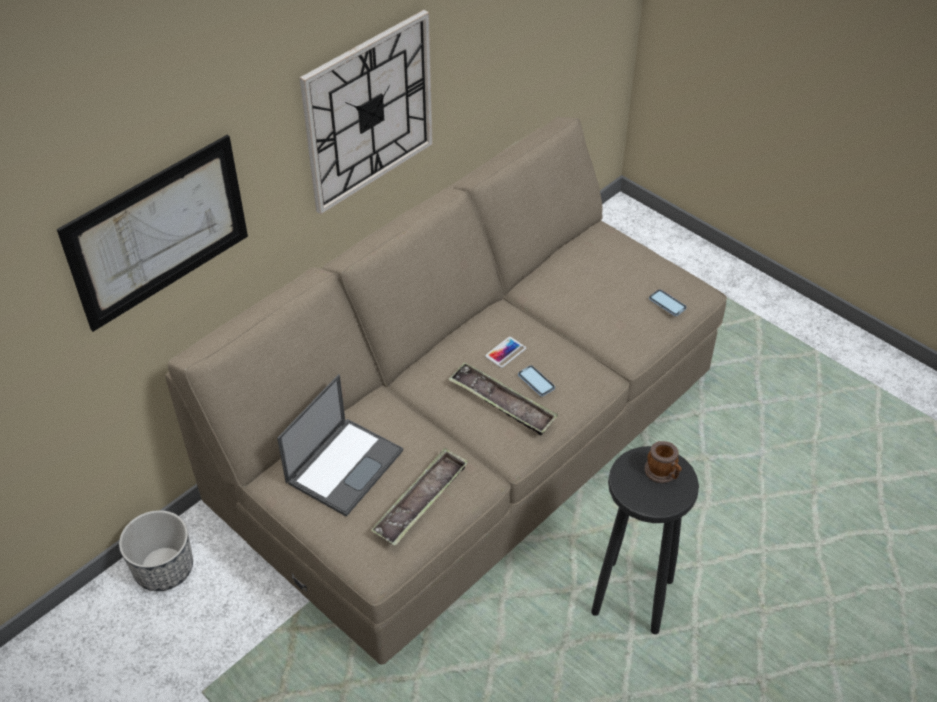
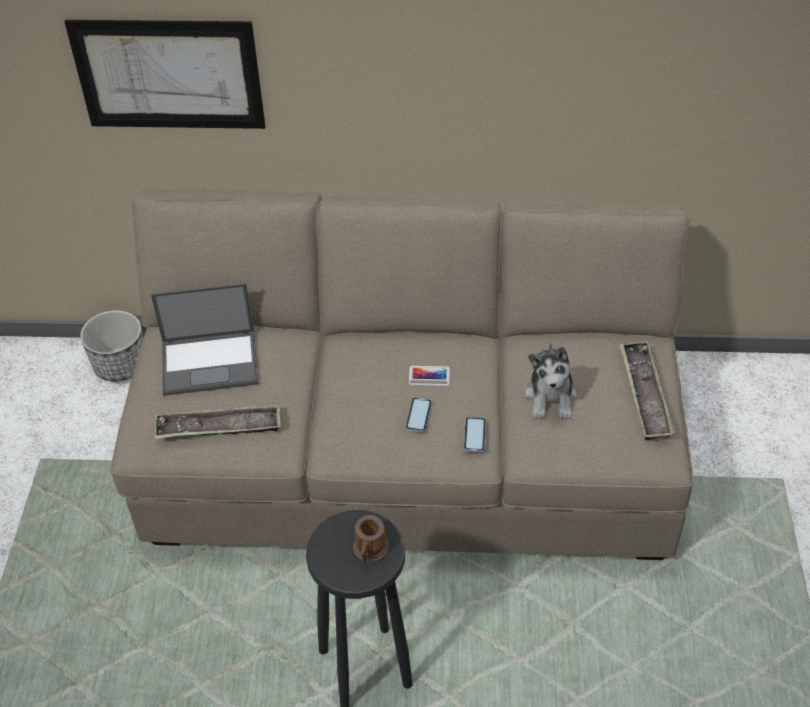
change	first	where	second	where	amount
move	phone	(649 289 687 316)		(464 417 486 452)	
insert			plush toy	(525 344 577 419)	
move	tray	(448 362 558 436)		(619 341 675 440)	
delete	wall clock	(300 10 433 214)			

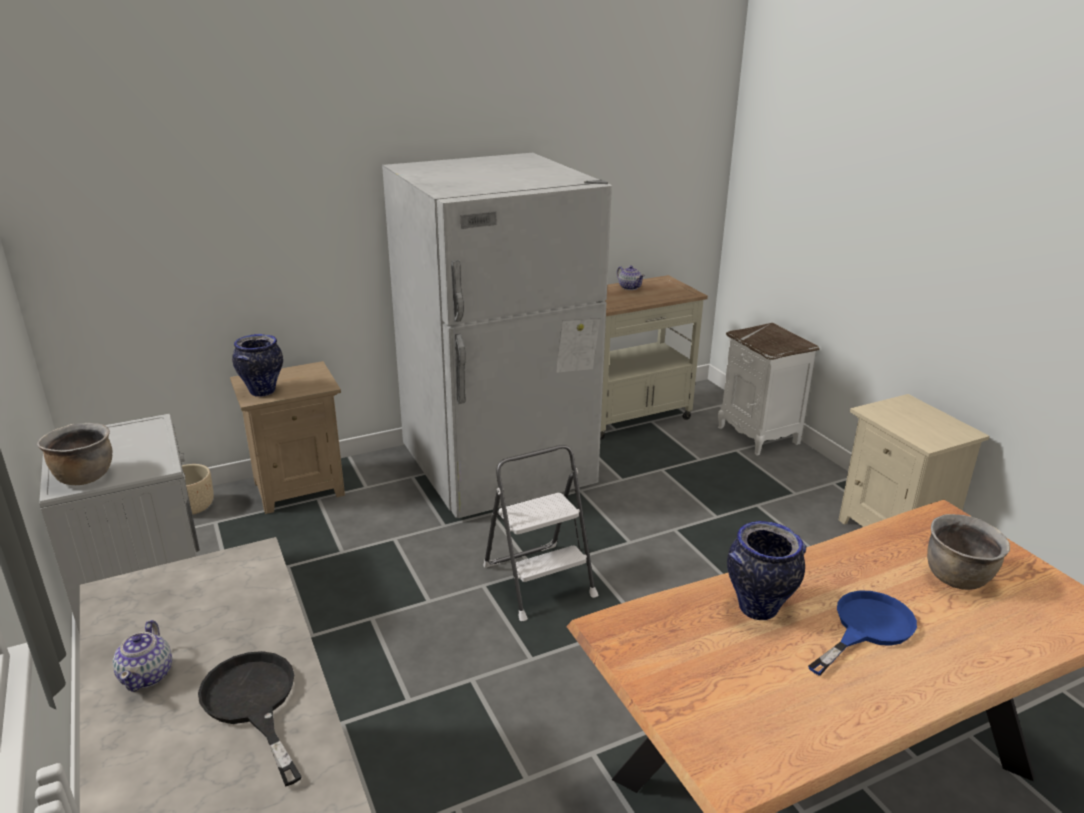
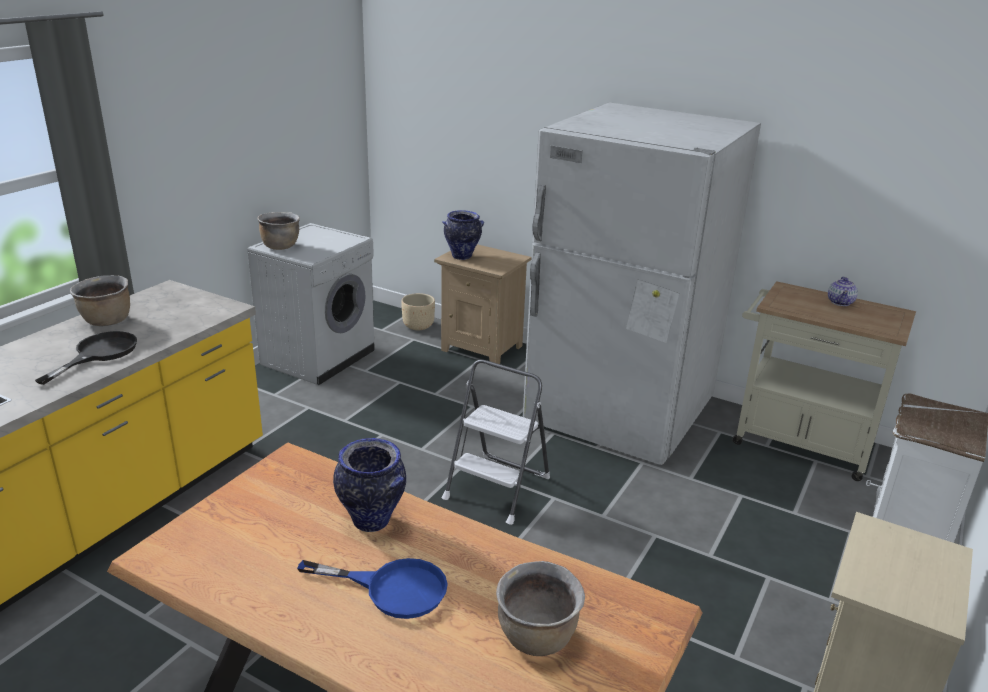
change	first	where	second	where	amount
replace	teapot	(113 620 172 692)	brown cooking pot	(70 275 130 326)	

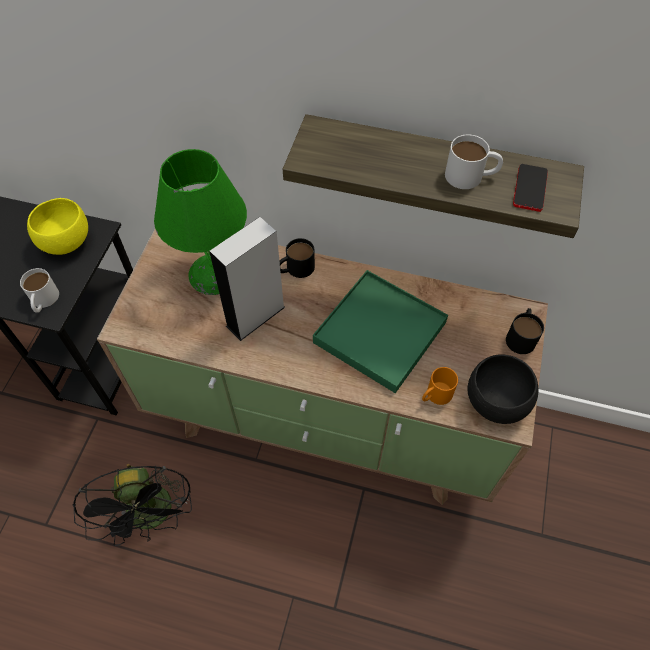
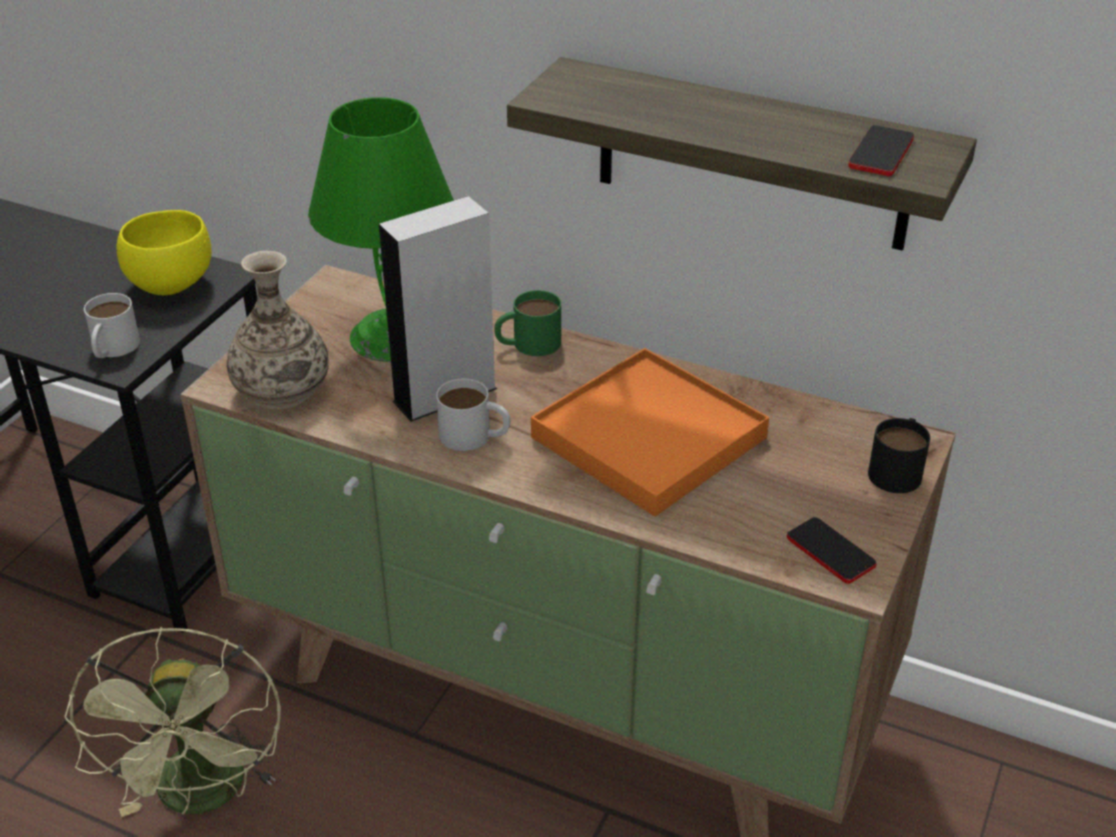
change	first	where	second	where	amount
recolor	black fan	(73 464 192 546)	green fan	(64 627 281 817)	
insert			vase	(227 251 329 410)	
move	white mug	(445 134 503 189)		(436 379 510 451)	
recolor	black mug	(280 238 315 278)	green mug	(494 290 561 356)	
recolor	green tray	(313 270 448 393)	orange tray	(531 348 769 517)	
replace	black bowl	(467 354 538 424)	phone	(787 517 877 584)	
delete	orange mug	(422 367 458 405)			

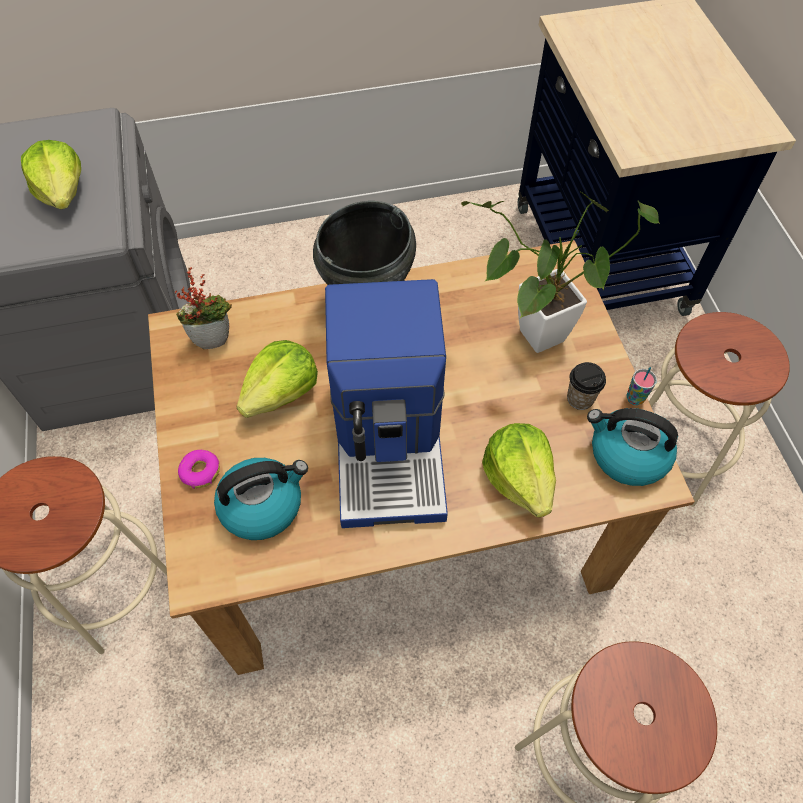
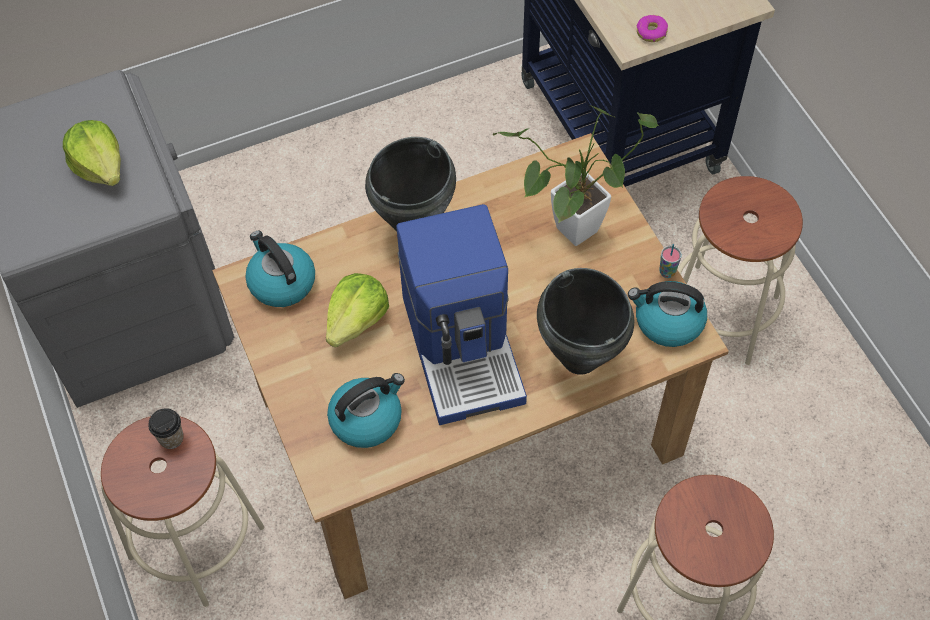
change	first	where	second	where	amount
move	cup	(567 362 606 410)		(148 408 184 449)	
replace	potted plant	(175 267 232 349)	kettle	(245 231 315 307)	
replace	lettuce	(482 423 556 518)	black cooking pot	(537 268 634 375)	
move	donut	(178 450 220 489)		(637 15 668 42)	

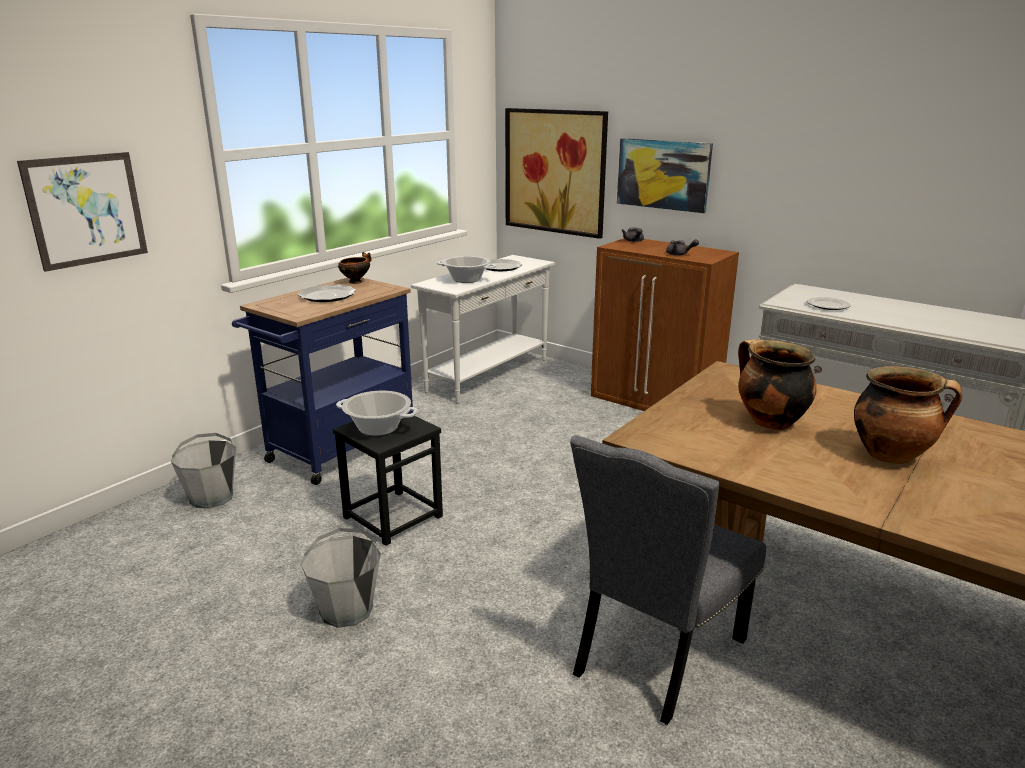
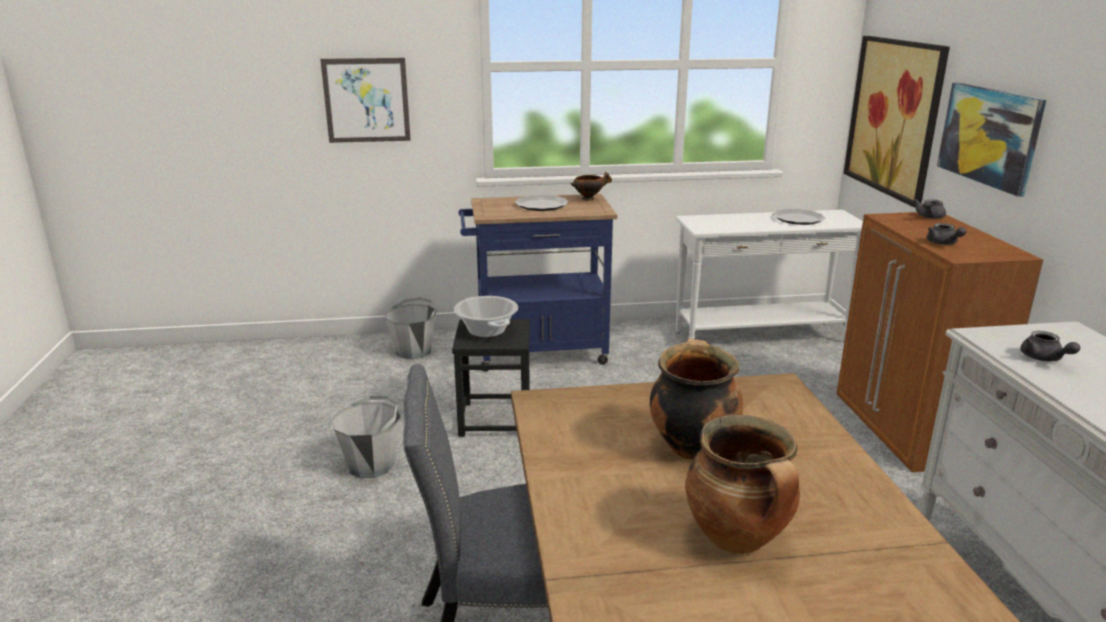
change	first	where	second	where	amount
replace	plate	(807 297 851 310)	grey teapot	(1021 331 1080 362)	
delete	cooking pot	(437 256 496 283)			

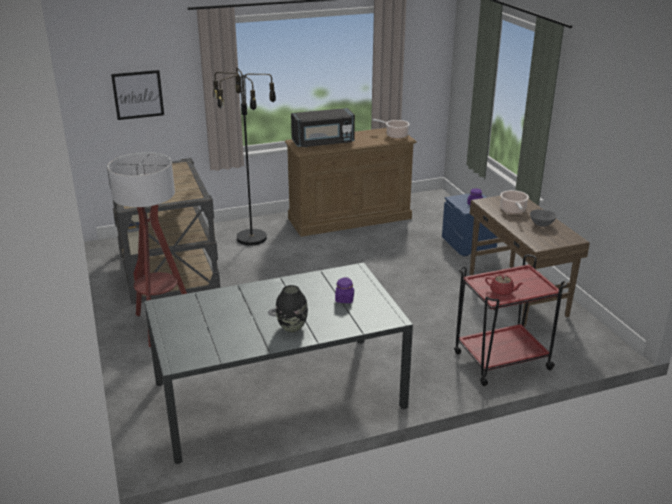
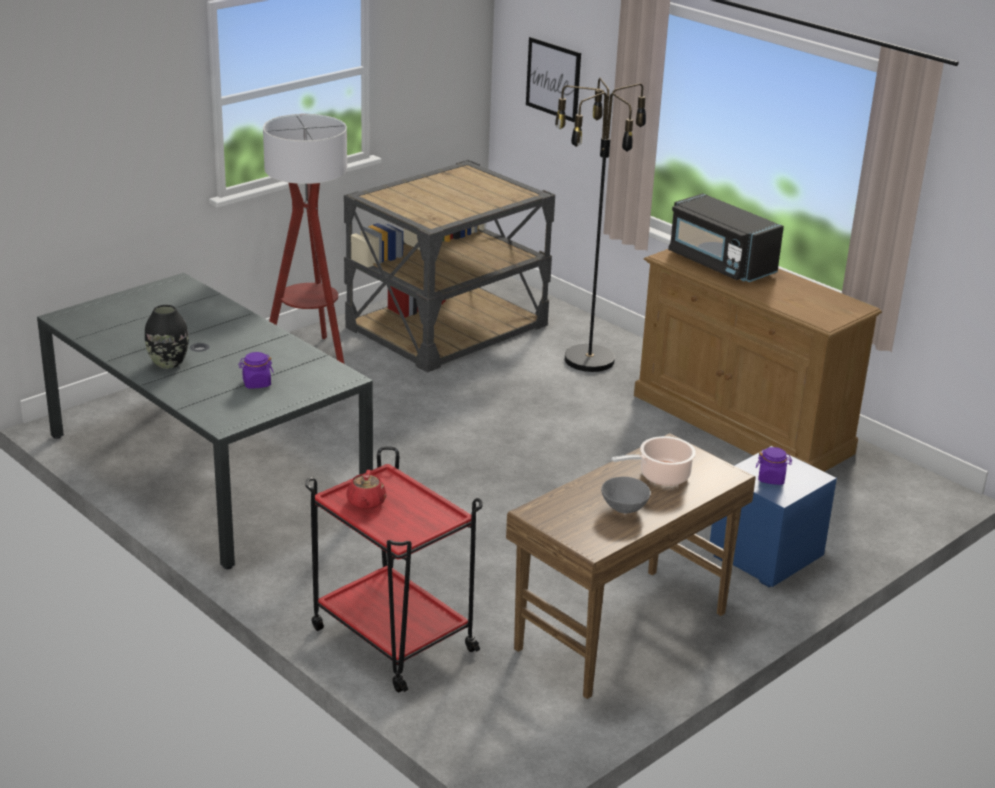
change	first	where	second	where	amount
delete	cooking pot	(373 119 410 139)			

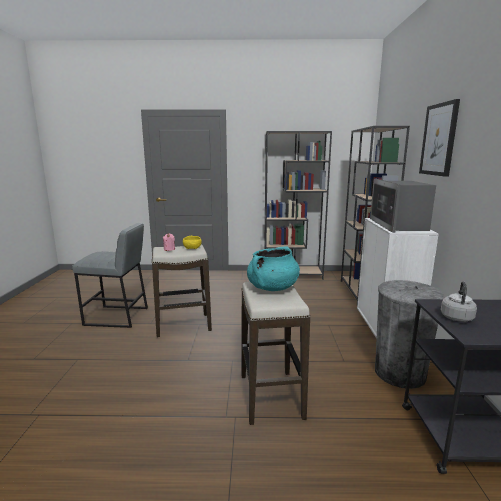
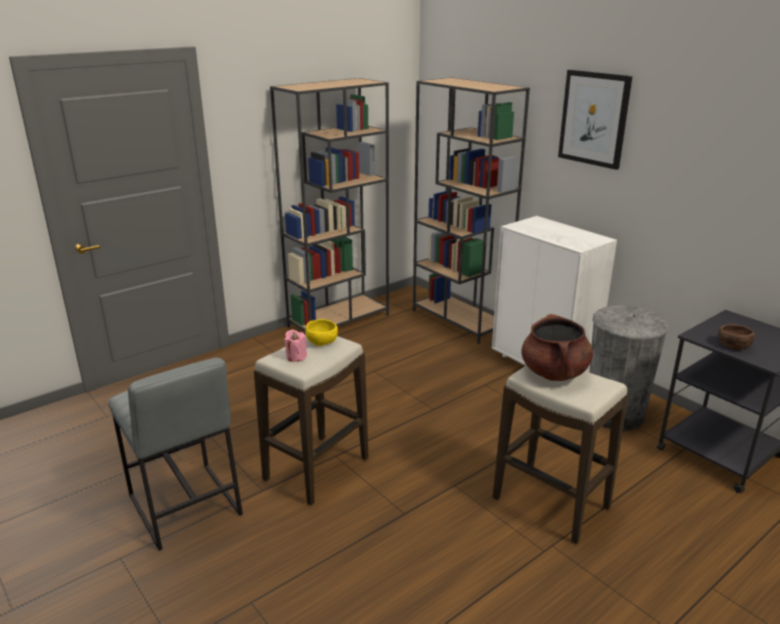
change	first	where	second	where	amount
rotate	grey chair	(72 223 148 328)		(108 358 243 551)	90 degrees clockwise
recolor	turquoise cooking pot	(247 246 300 291)	brown cooking pot	(521 314 593 381)	
replace	grey kettle	(441 281 477 322)	brown bowl	(718 324 755 351)	
delete	microwave	(370 179 436 233)			

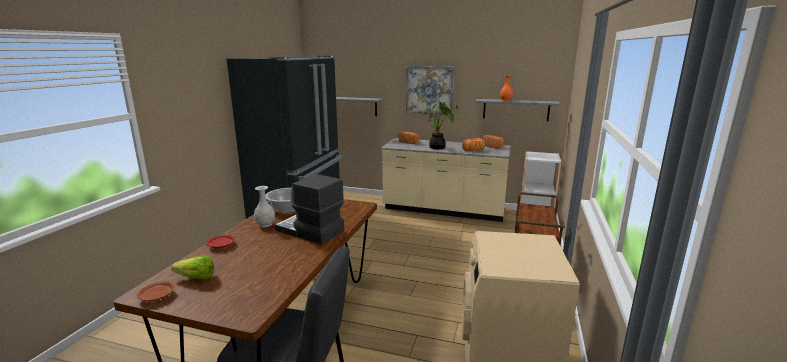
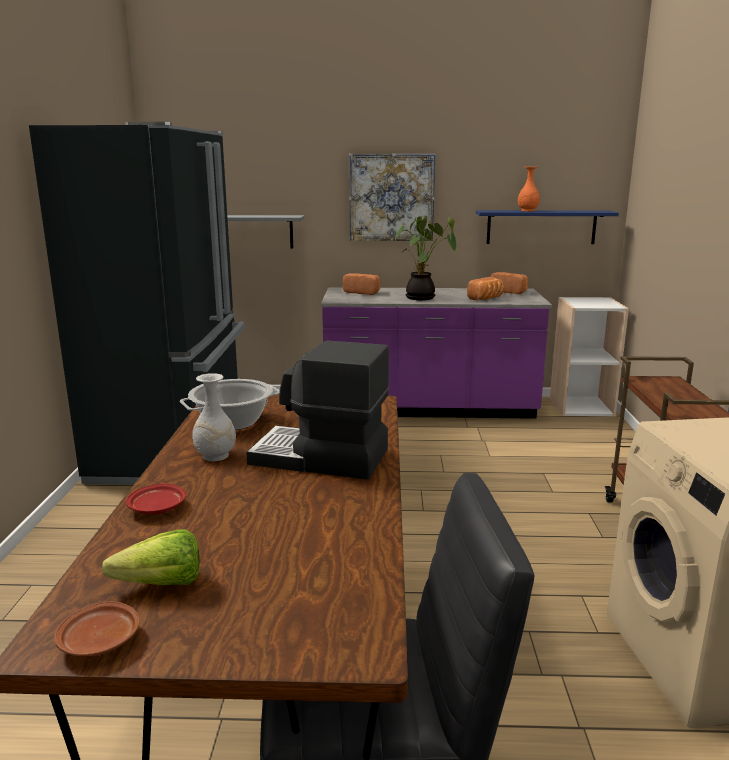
change	first	where	second	where	amount
recolor	beige counter	(381 138 511 222)	purple counter	(321 287 552 419)	
recolor	grey shelf	(475 99 560 121)	blue shelf	(476 210 619 244)	

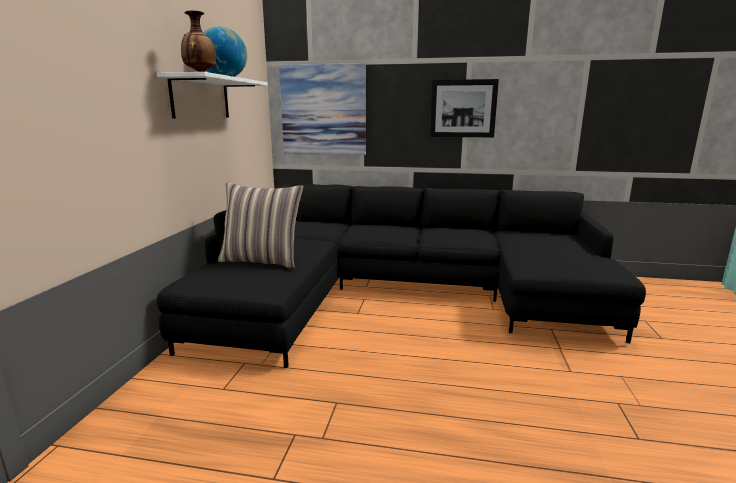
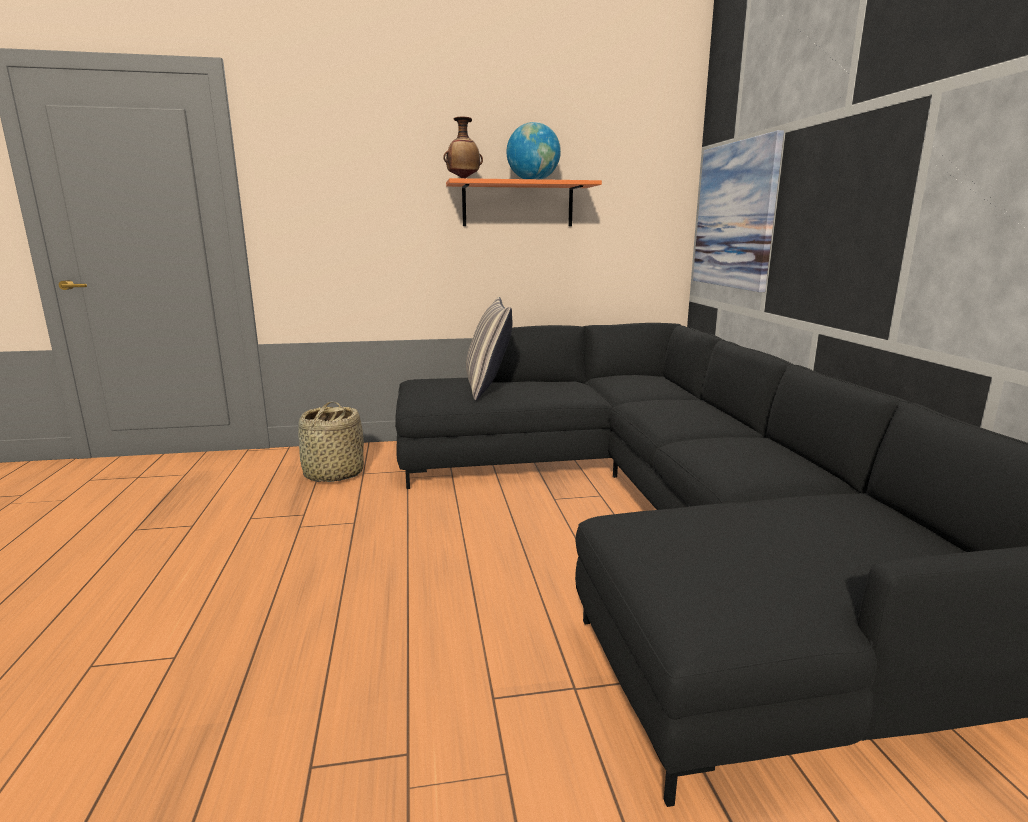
change	first	where	second	where	amount
insert			basket	(298 402 364 482)	
recolor	white shelf	(157 72 268 119)	orange shelf	(446 178 602 226)	
delete	picture	(430 79 499 137)			

